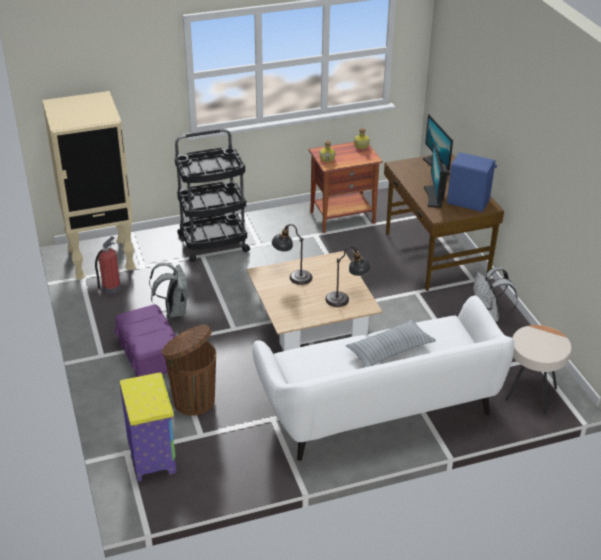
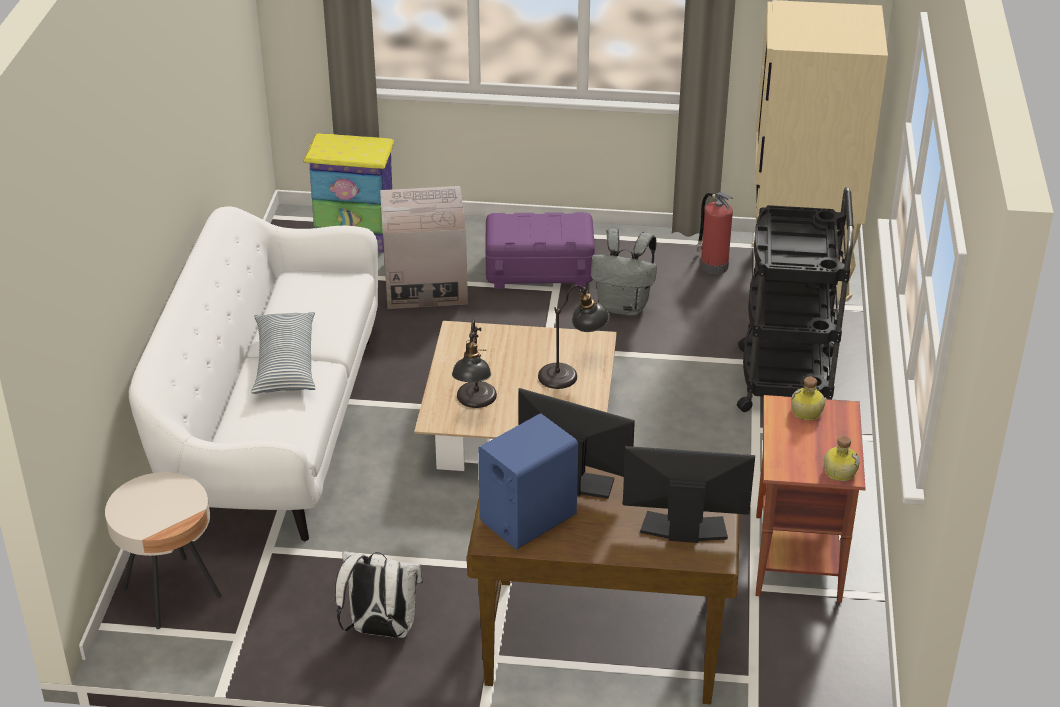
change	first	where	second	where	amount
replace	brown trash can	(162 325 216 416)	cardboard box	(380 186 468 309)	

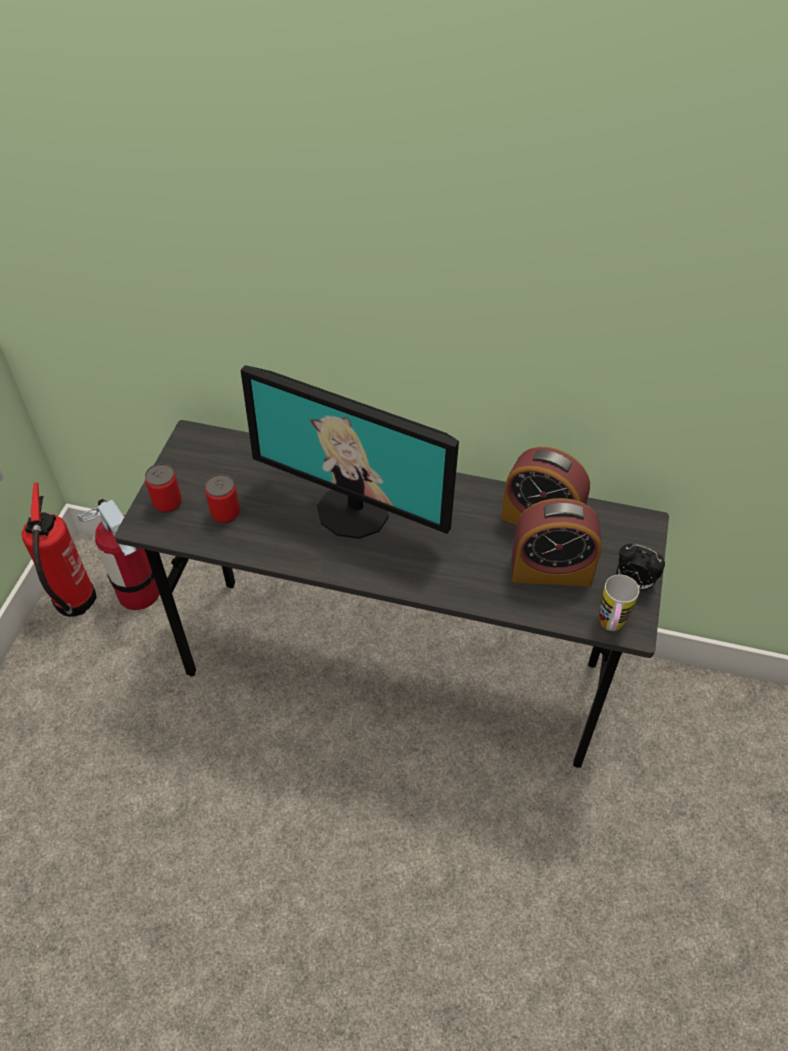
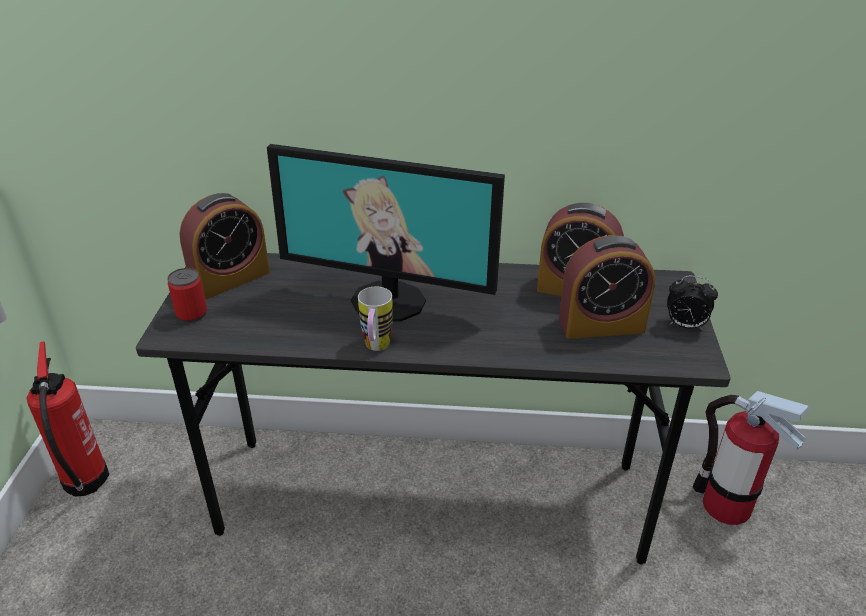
change	first	where	second	where	amount
insert			alarm clock	(179 193 270 299)	
move	mug	(600 575 639 631)		(358 286 393 351)	
move	fire extinguisher	(78 499 160 610)		(693 391 810 525)	
delete	can	(205 474 240 524)			

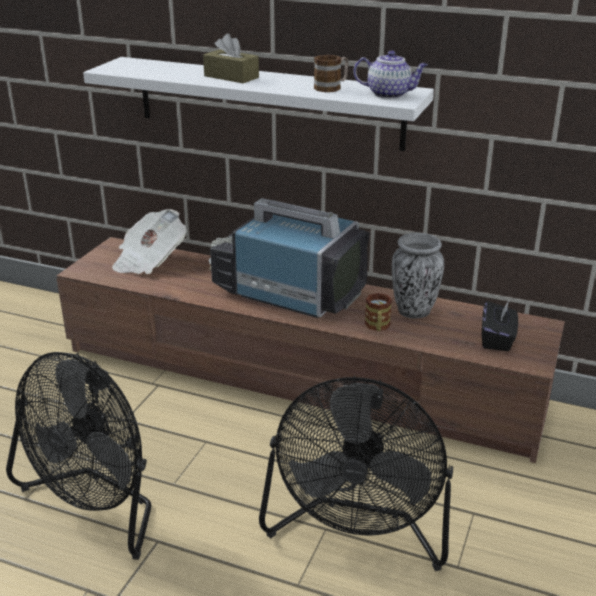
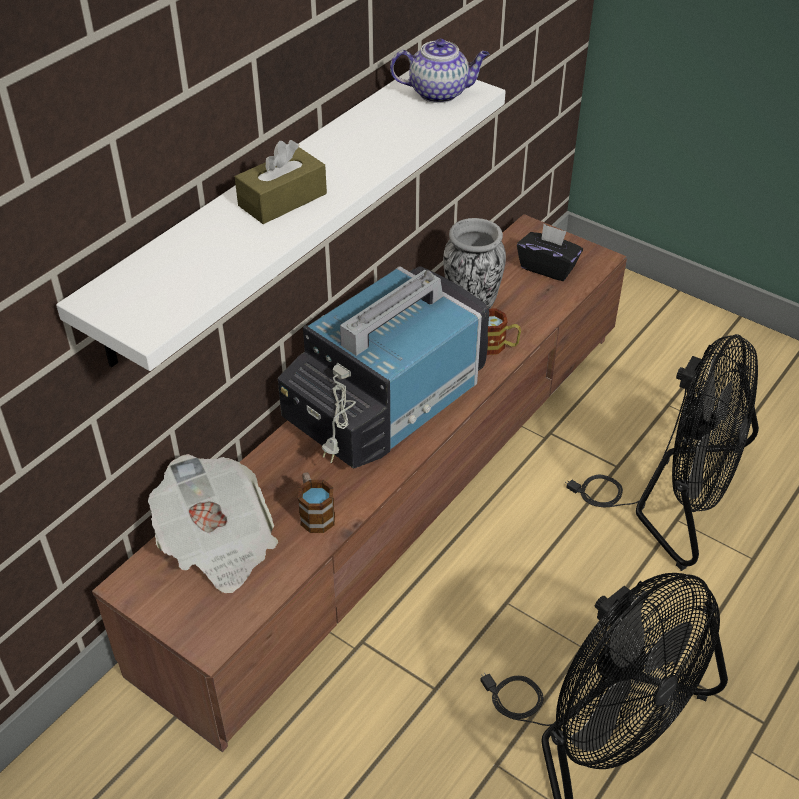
change	first	where	second	where	amount
move	mug	(314 55 349 92)		(298 472 335 533)	
rotate	teapot	(354 50 428 99)		(390 39 489 103)	60 degrees clockwise

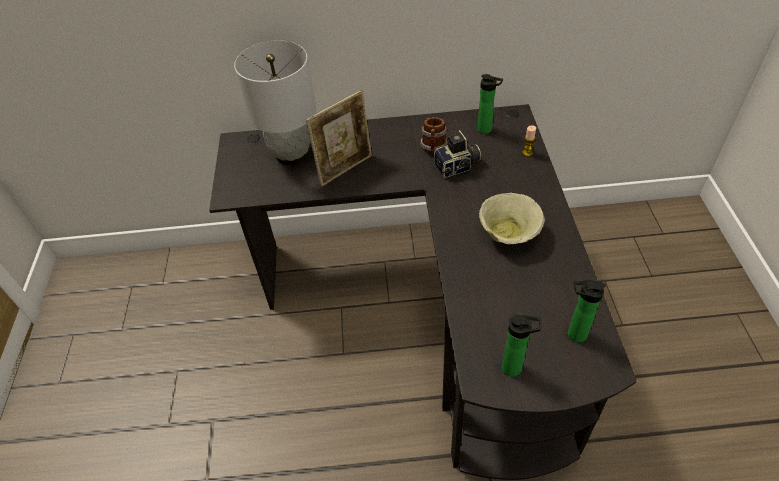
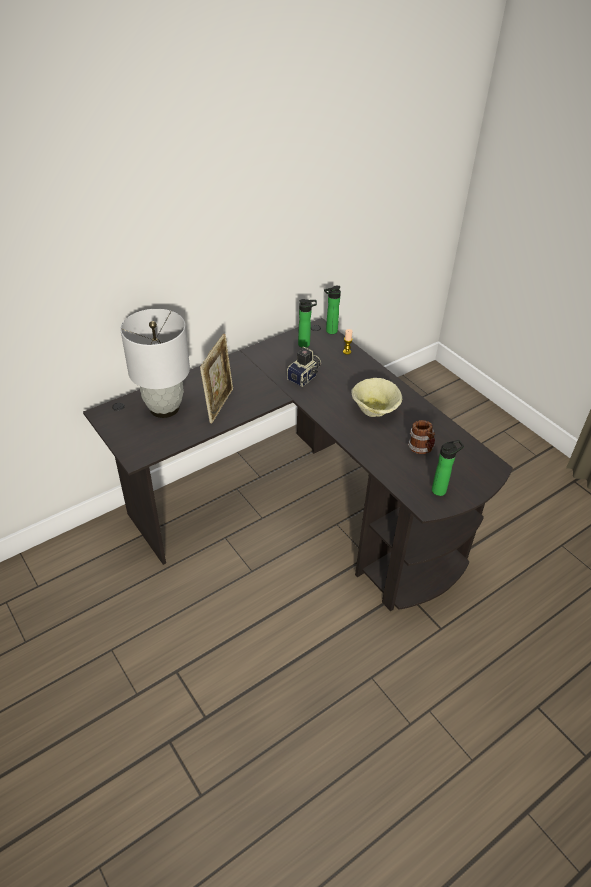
change	first	where	second	where	amount
move	bottle	(568 280 606 343)		(324 286 341 334)	
move	mug	(420 117 448 153)		(408 420 435 454)	

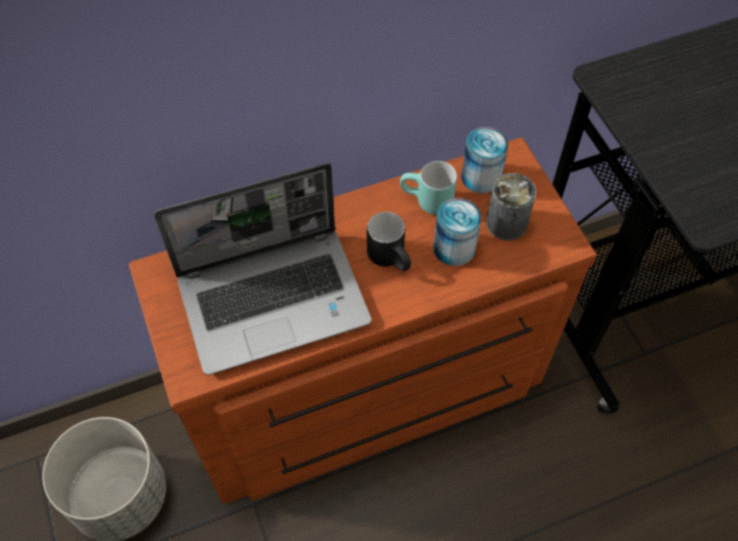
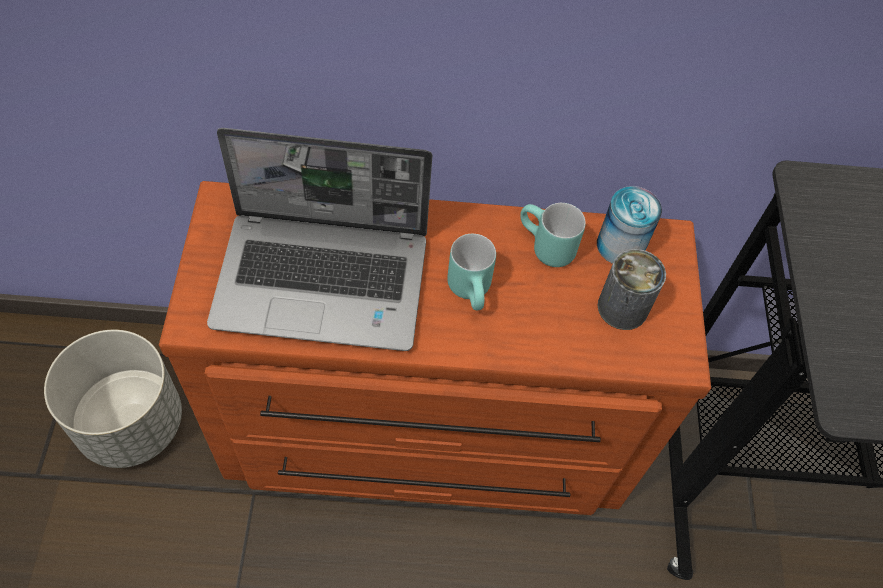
change	first	where	second	where	amount
recolor	black mug	(367 212 411 271)	turquoise mug	(447 234 496 310)	
delete	can	(433 198 482 266)			

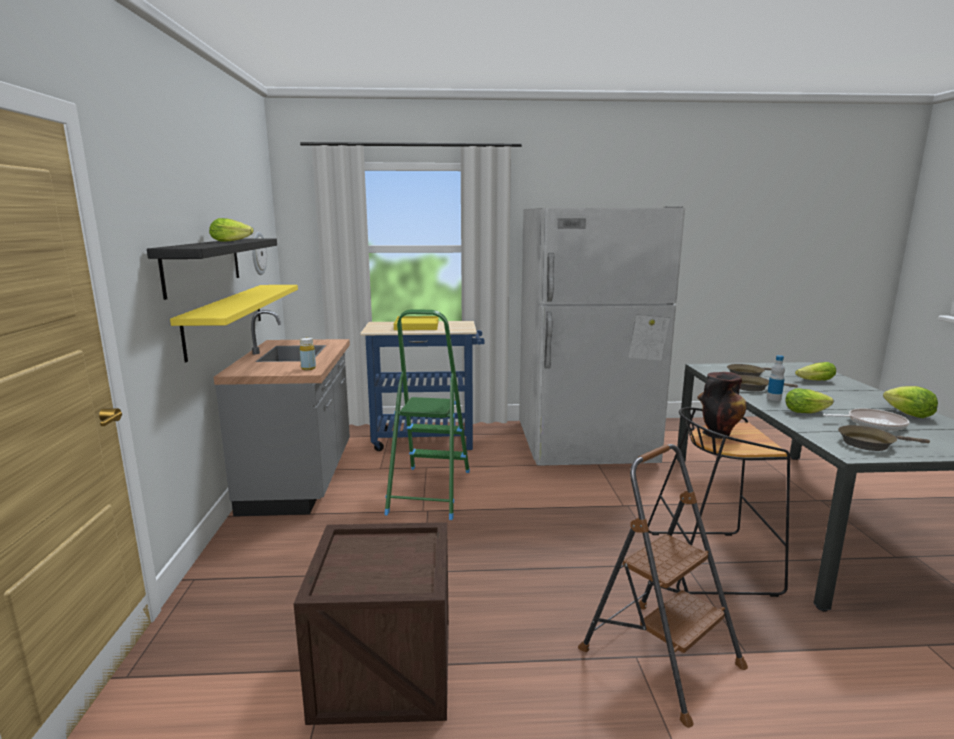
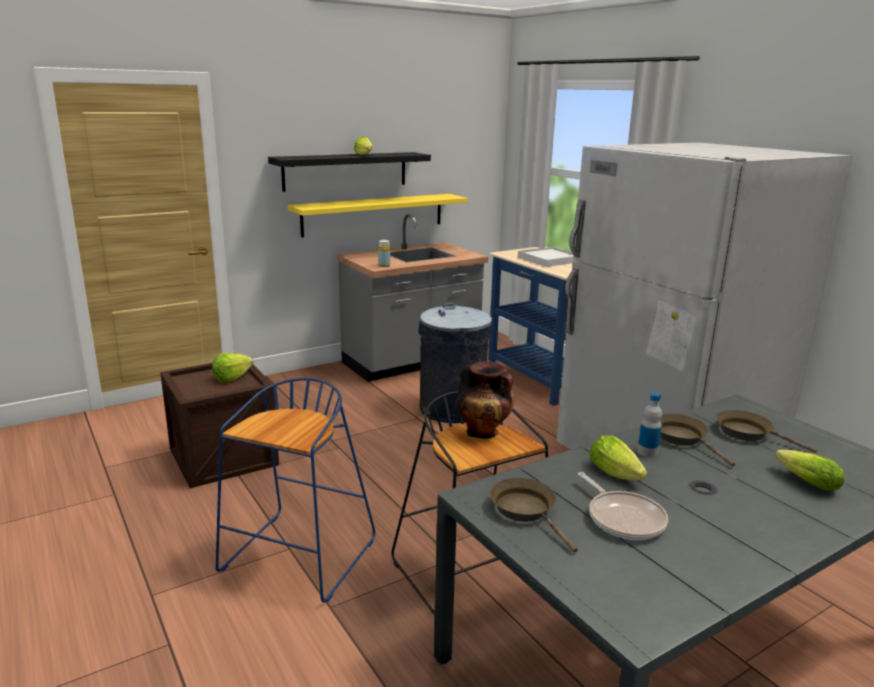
change	first	where	second	where	amount
move	lettuce	(883 386 938 418)		(212 353 253 382)	
replace	brown step ladder	(578 444 748 728)	blue stool	(216 378 375 603)	
replace	green step ladder	(385 309 470 520)	grey trash can	(418 303 492 423)	
recolor	yellow tray	(394 316 439 330)	white tray	(518 247 576 267)	
delete	wall clock	(252 232 267 275)			

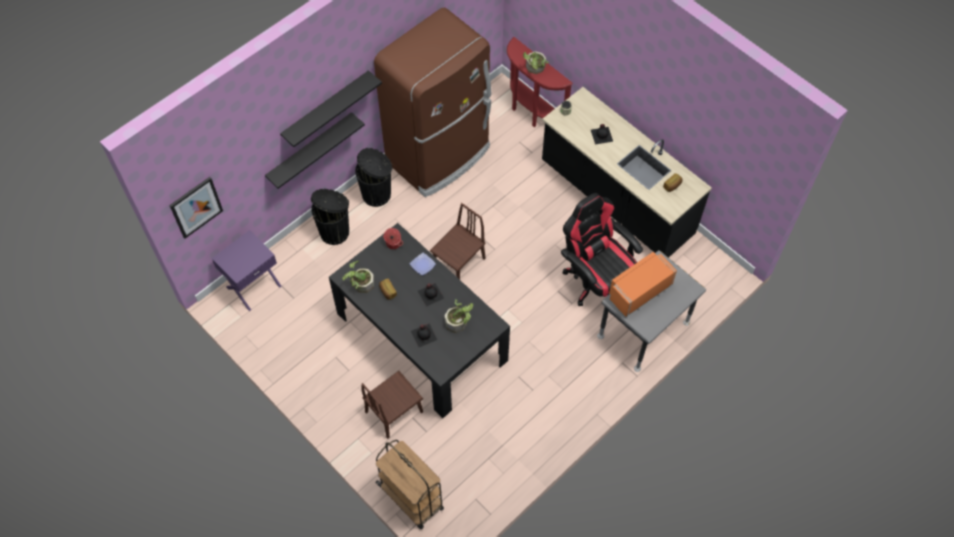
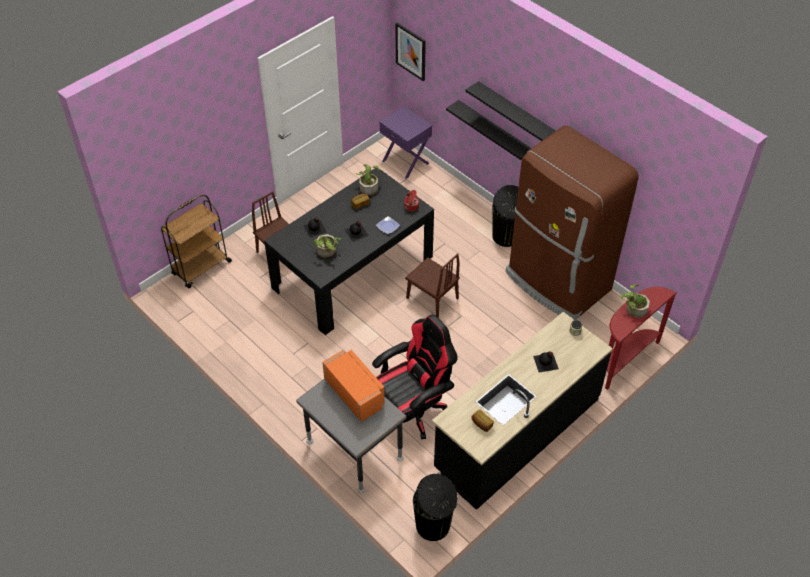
change	first	where	second	where	amount
move	black trash can	(311 189 349 245)		(413 474 458 541)	

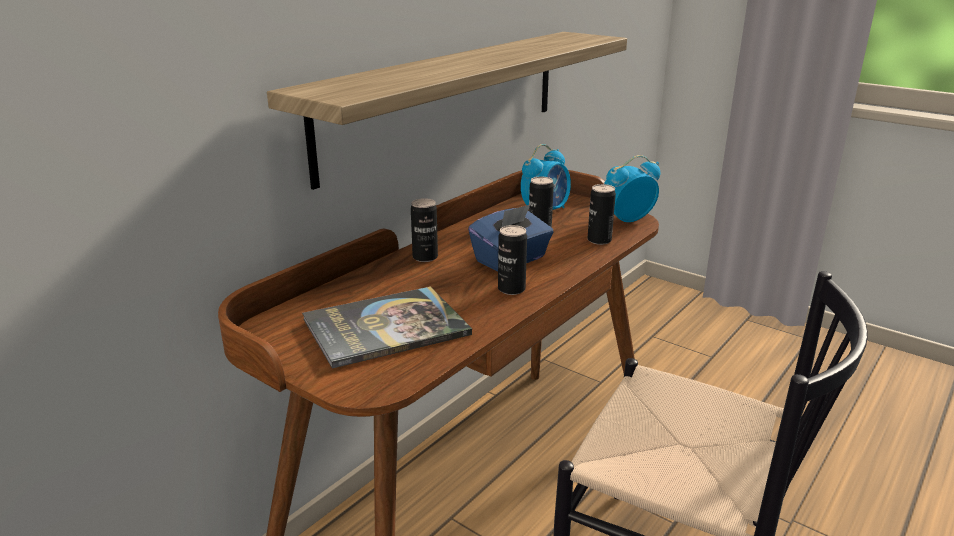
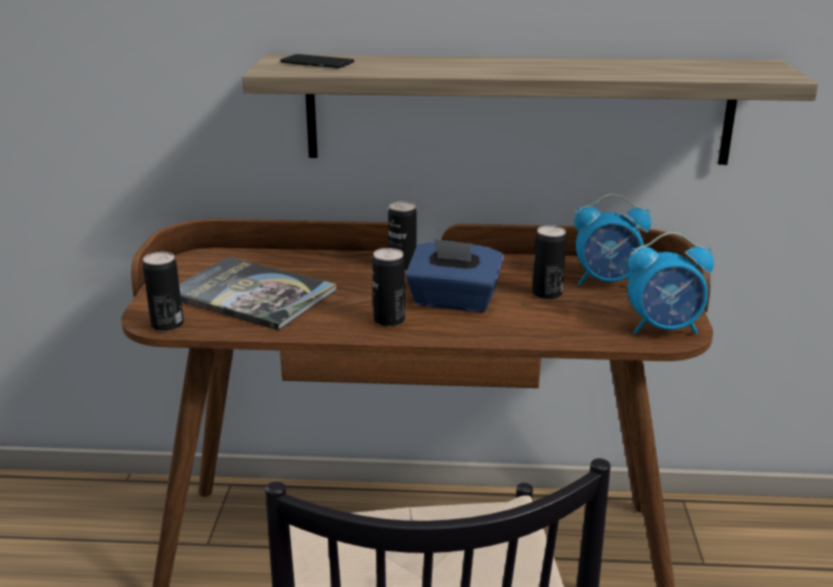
change	first	where	second	where	amount
move	can	(587 184 616 245)		(143 252 184 331)	
insert			phone	(280 54 354 68)	
rotate	alarm clock	(604 155 660 222)		(627 232 714 335)	150 degrees clockwise

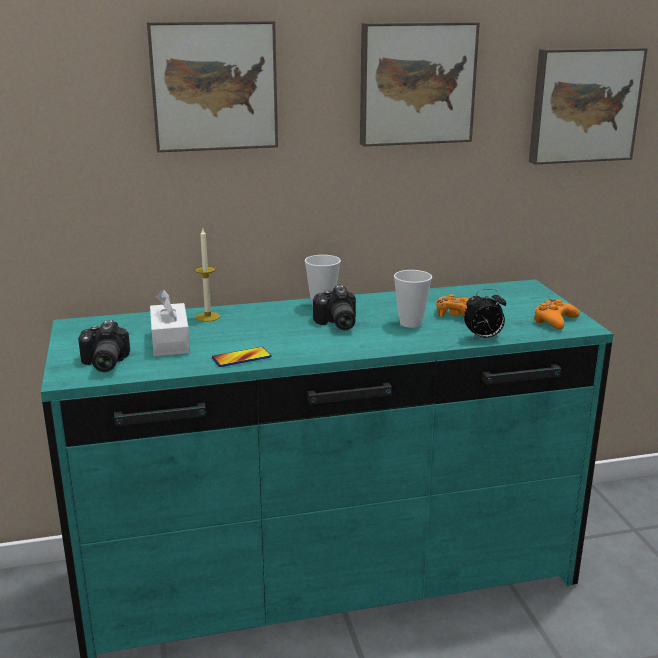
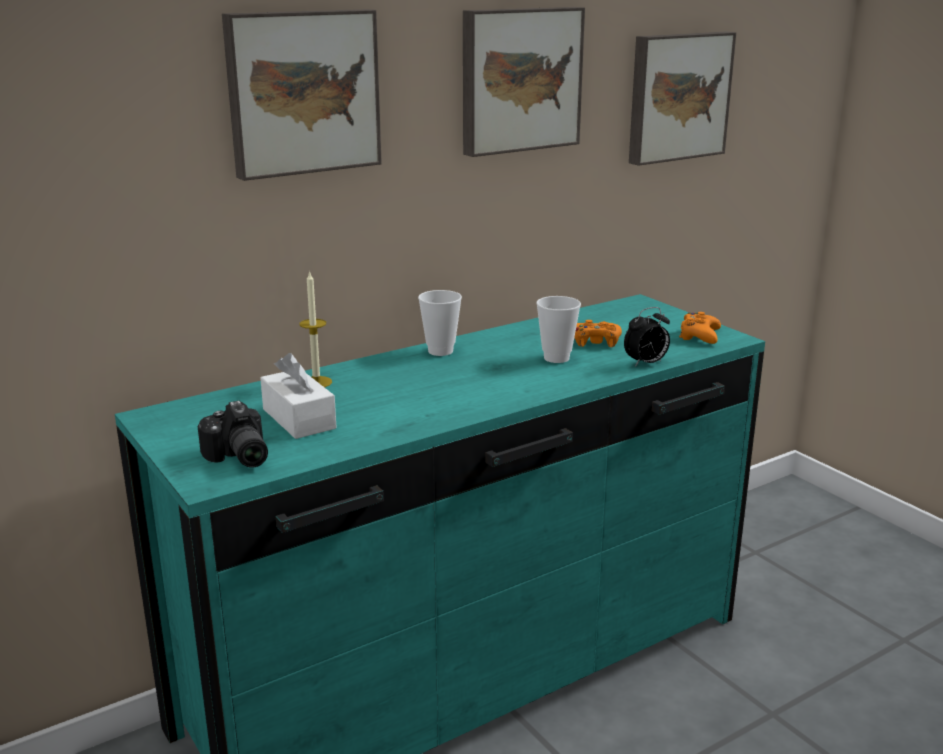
change	first	where	second	where	amount
delete	phone	(212 347 272 367)			
delete	photo camera	(313 285 356 330)			

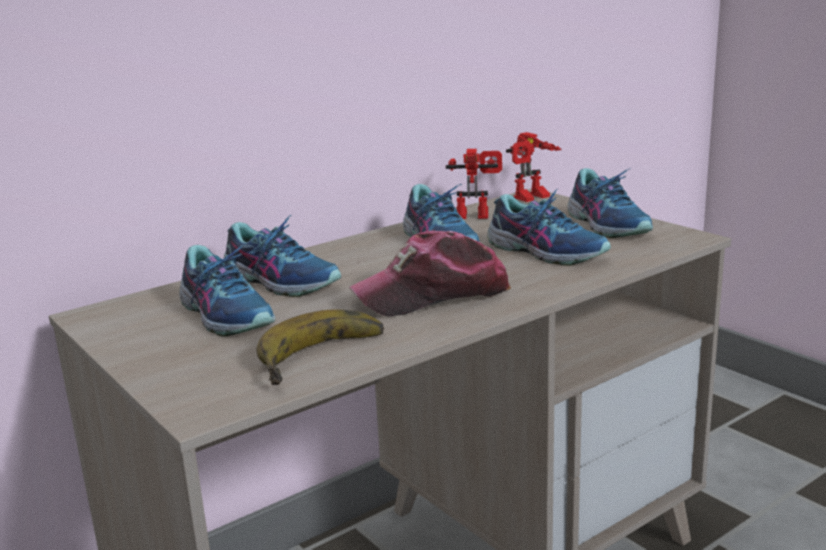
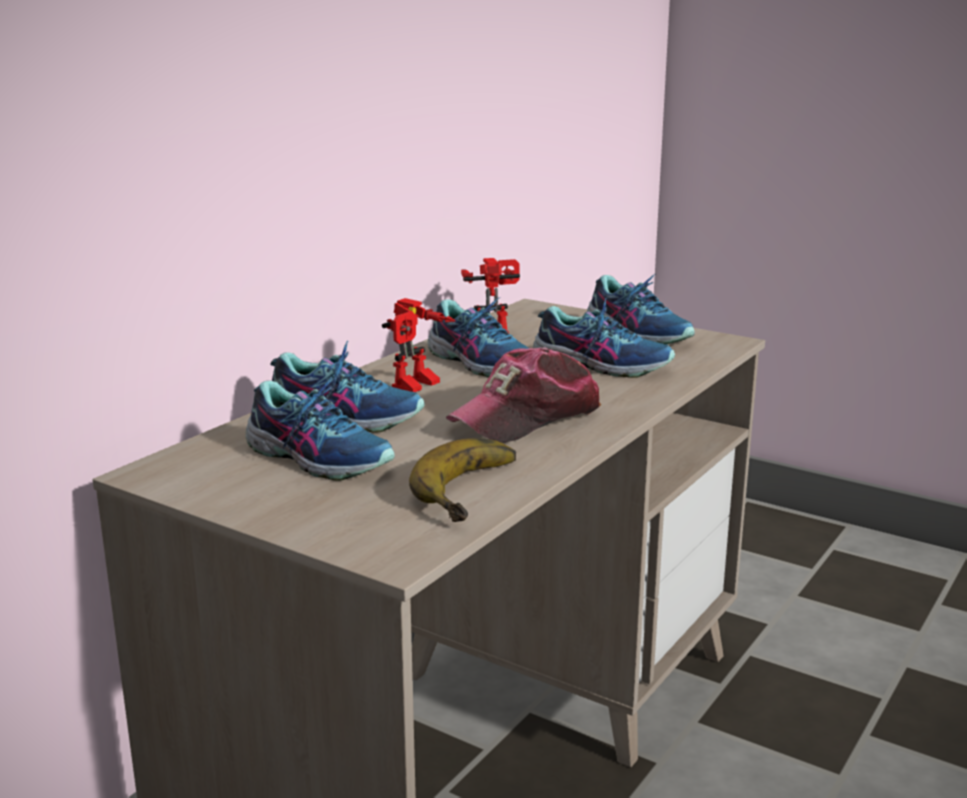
change	first	where	second	where	amount
move	toy robot	(506 132 562 202)		(382 298 456 392)	

